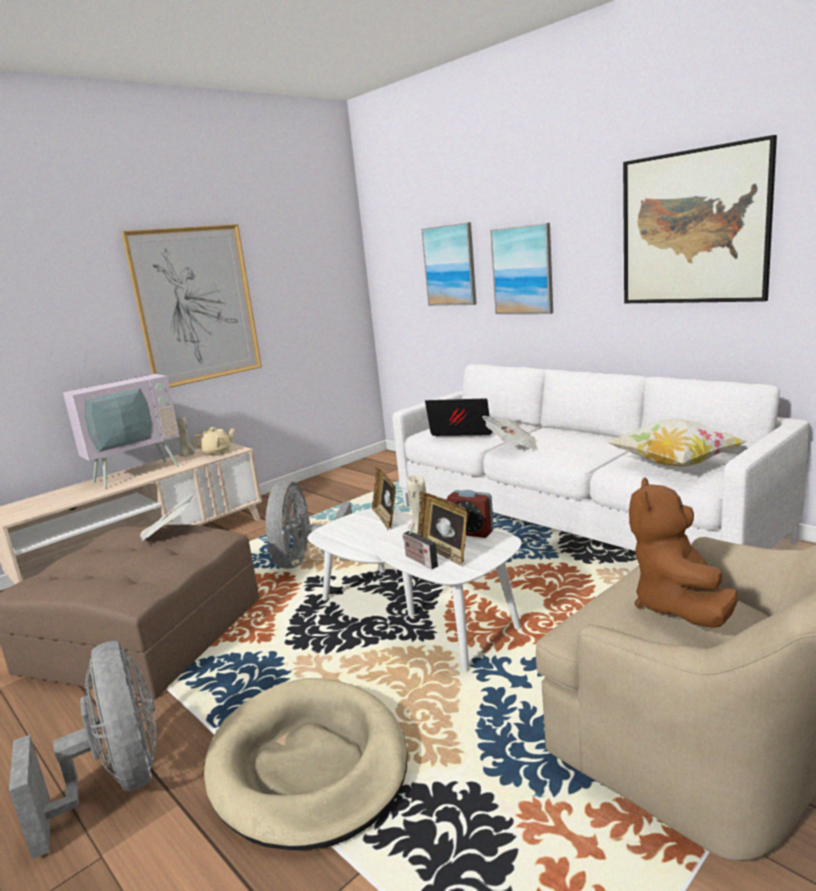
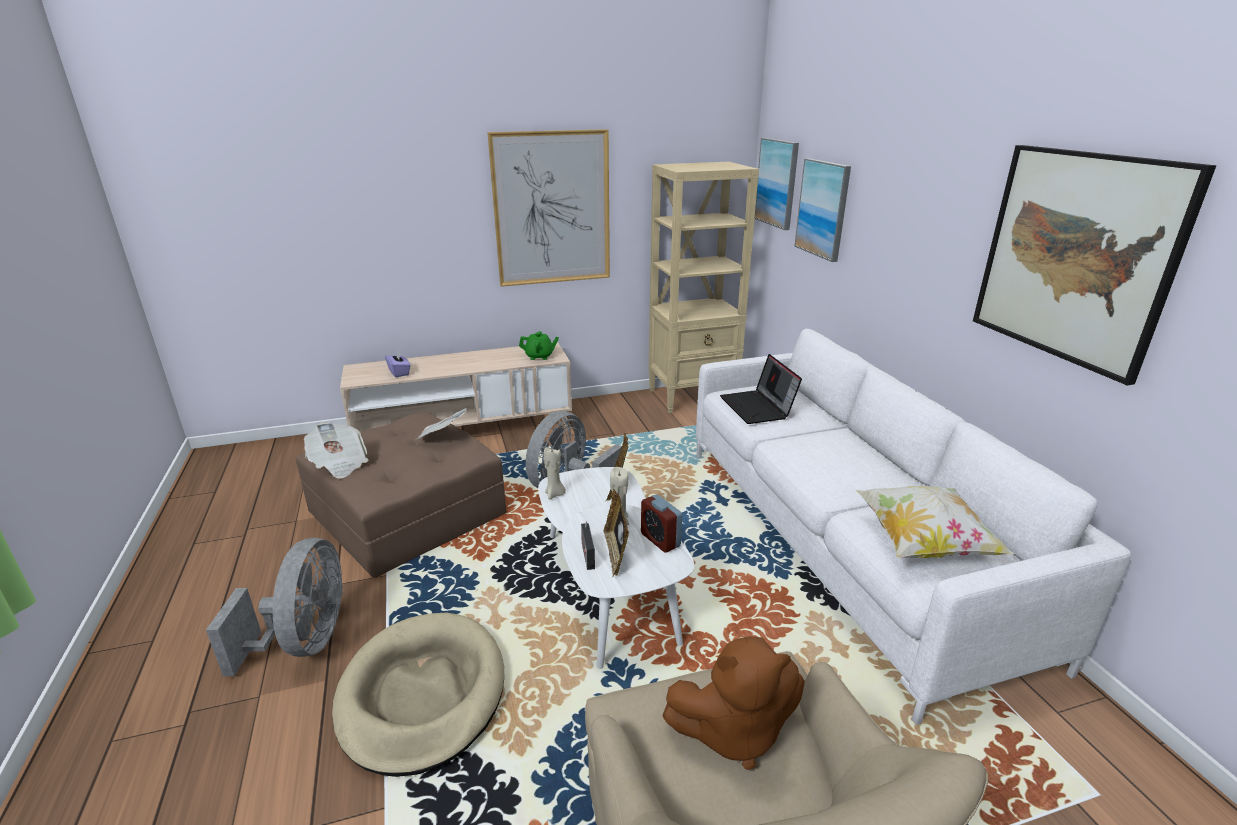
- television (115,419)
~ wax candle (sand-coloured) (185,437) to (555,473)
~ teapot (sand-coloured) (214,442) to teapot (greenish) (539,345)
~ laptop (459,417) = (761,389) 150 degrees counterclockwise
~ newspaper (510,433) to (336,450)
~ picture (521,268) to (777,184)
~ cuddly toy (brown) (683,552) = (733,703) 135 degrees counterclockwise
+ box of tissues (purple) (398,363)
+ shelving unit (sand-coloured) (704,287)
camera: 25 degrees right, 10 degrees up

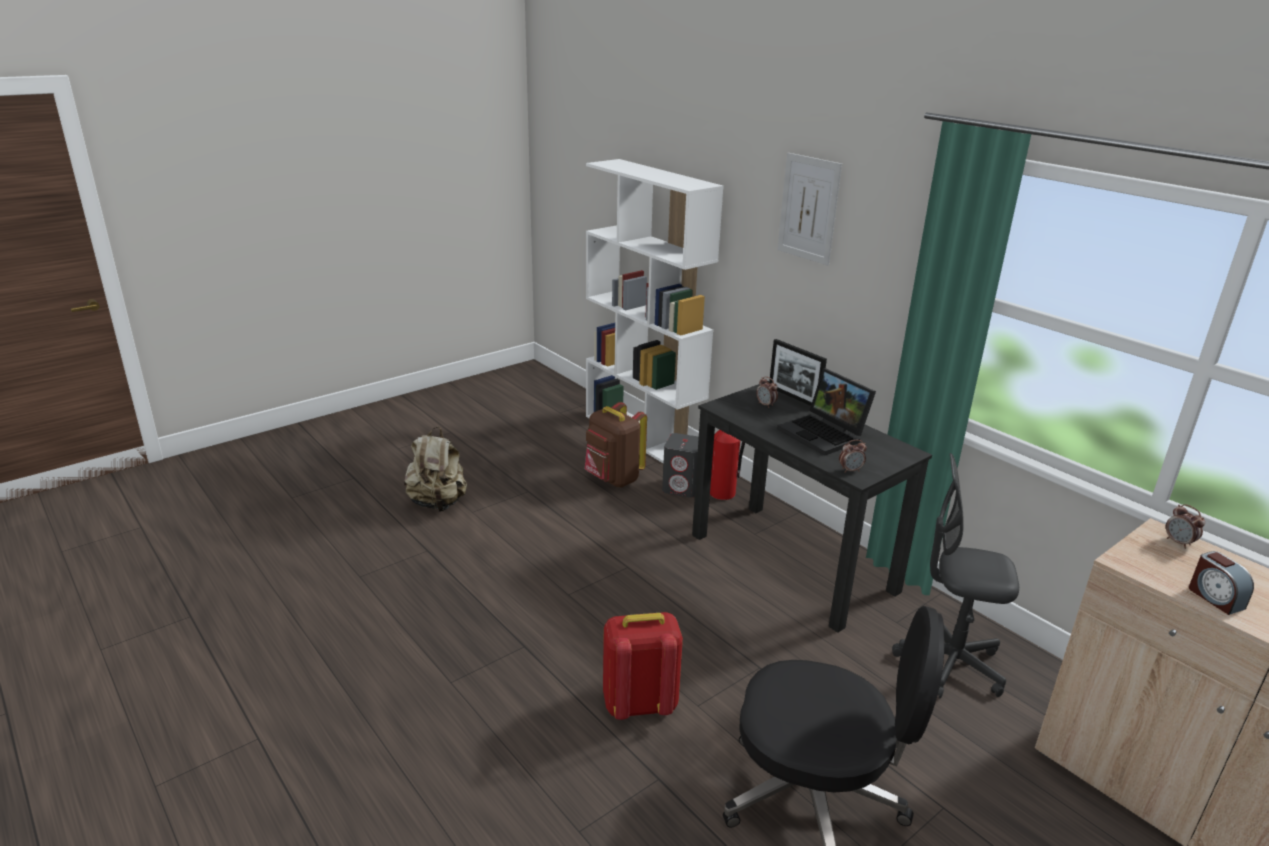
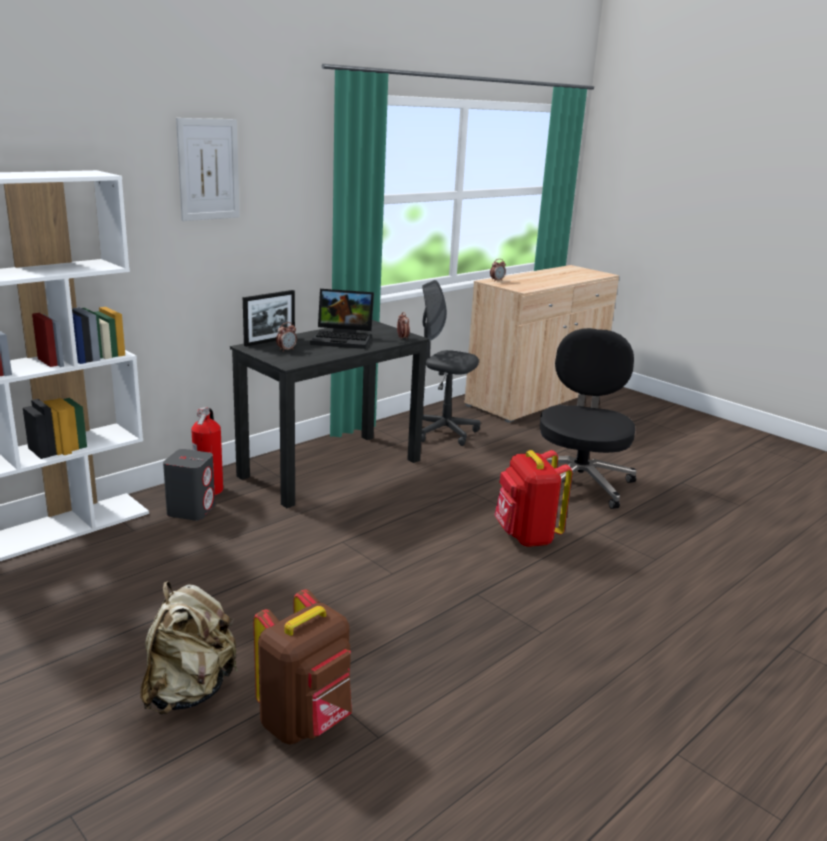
~ rucksack (brown) (616,444) to (302,667)
~ laptop (826,412) = (342,319) 45 degrees clockwise
~ office chair (gray) (955,576) = (451,363) 105 degrees clockwise
- alarm clock (1221,583)
camera: 95 degrees left, 5 degrees down

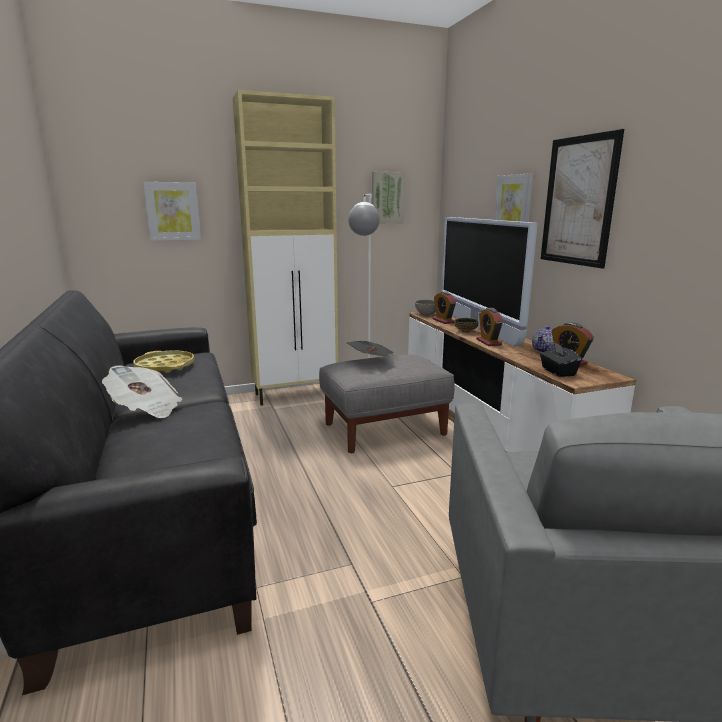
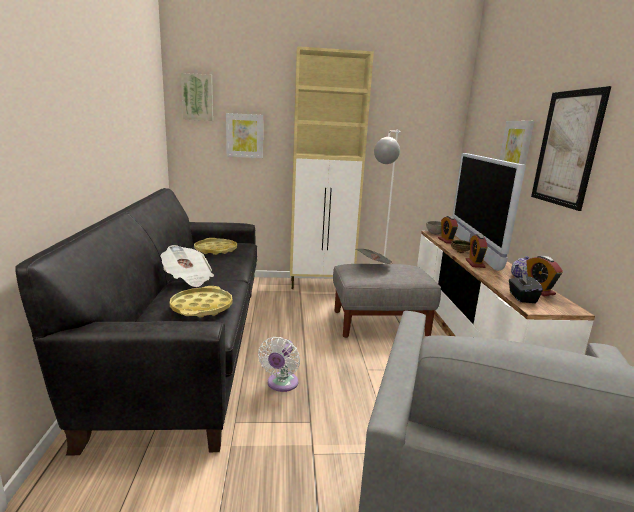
~ picture (388,198) to (197,97)
+ carrying tray (yellowish) (201,301)
+ cooling fan (whitish) (279,364)
camera: 15 degrees right, 0 degrees up

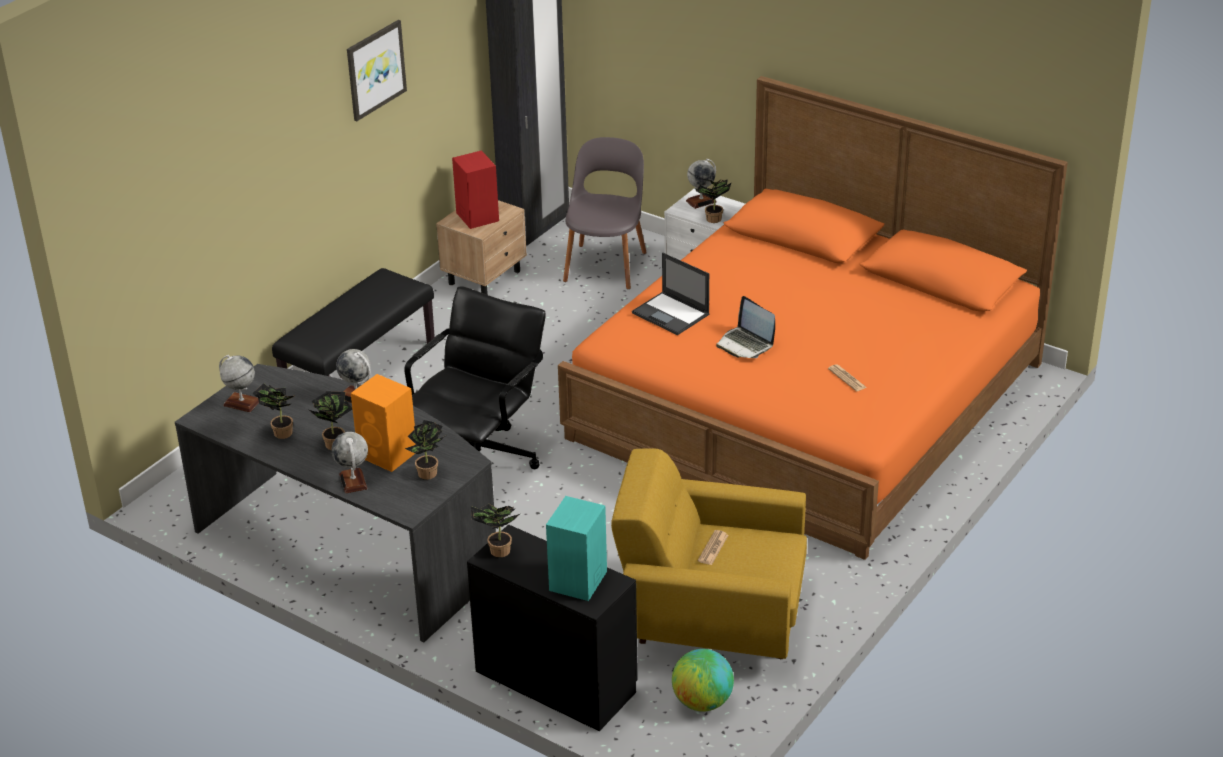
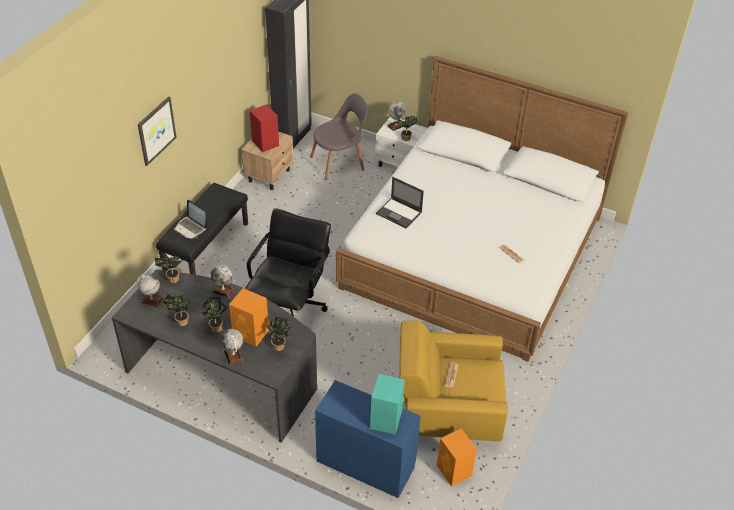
~ picture (377,70) to (157,131)
~ drawer chest (black) (552,627) to drawer chest (blue) (368,439)
~ plant in a pot (495,530) to (169,268)
~ sleeping bed (orange) (813,318) to sleeping bed (whitish) (482,209)
~ plain chair (gray) (605,213) = (339,137) 60 degrees clockwise
~ desk globe (703,680) to speaker (orange) (457,457)
~ laptop (745,327) to (190,219)
camera: 10 degrees left, 10 degrees up

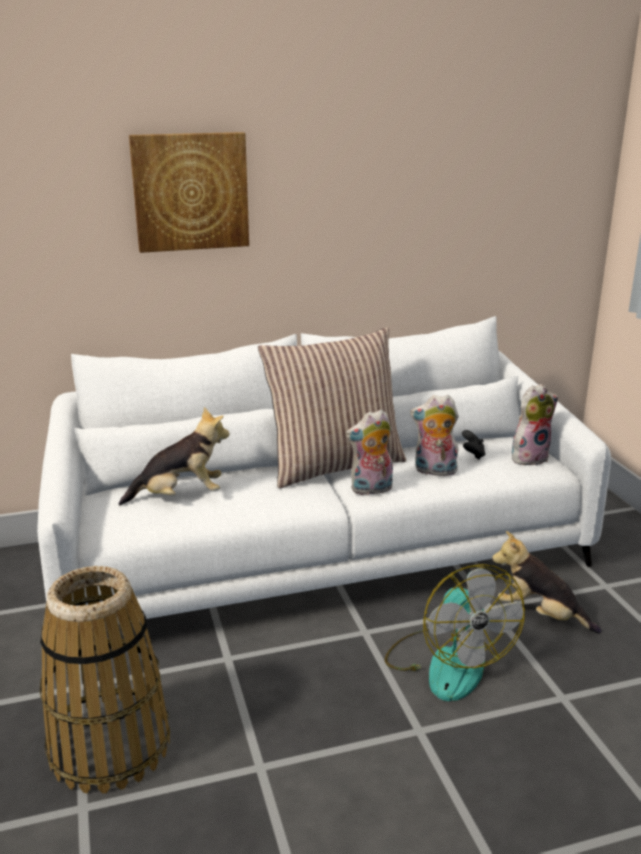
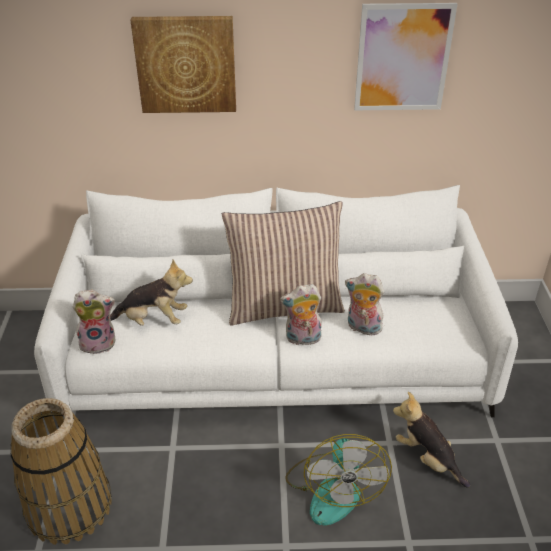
- game controller (black) (473,445)
~ cuddly toy (535,424) to (94,322)
+ picture (405,56)
camera: 15 degrees right, 15 degrees up

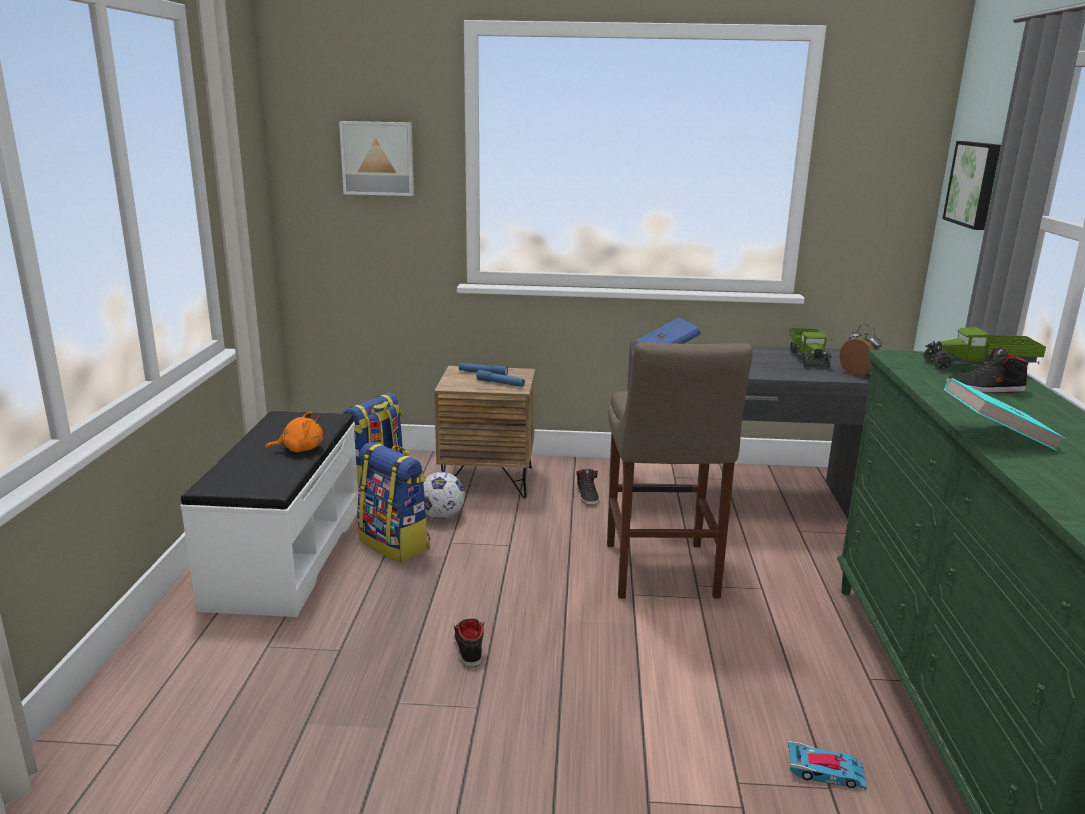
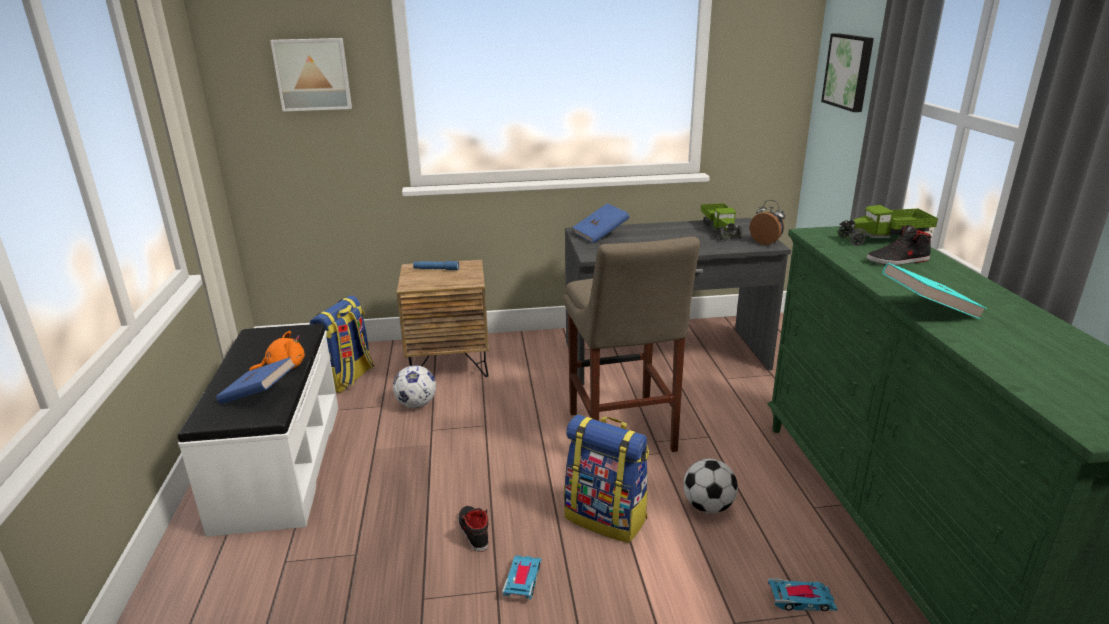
~ rucksack (393,502) to (606,478)
- hand torch (blue) (500,378)
- shoe (black) (587,487)
+ bound book (blue) (256,380)
+ miniature car (522,577)
+ football ball (710,486)
camera: 10 degrees left, 5 degrees up

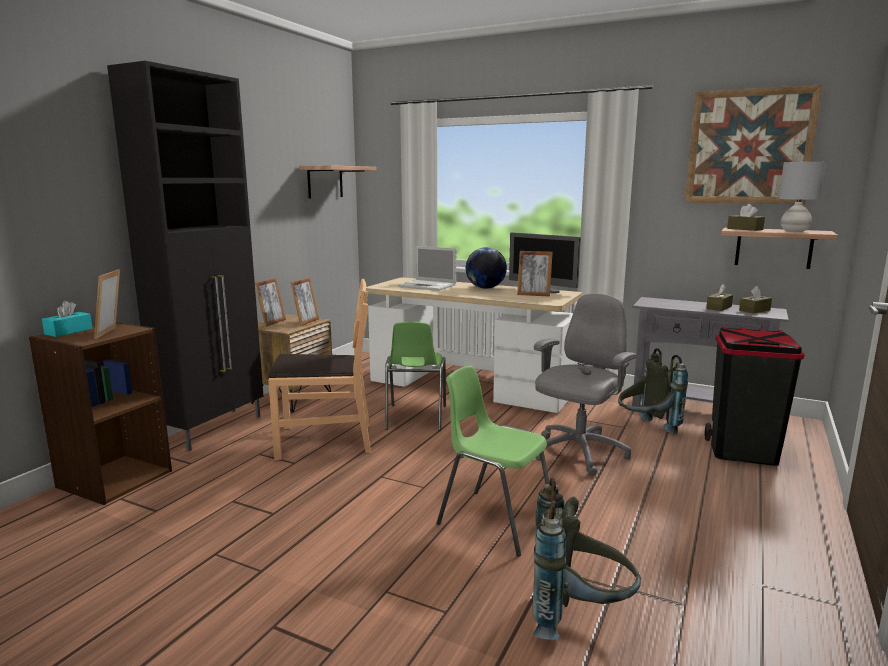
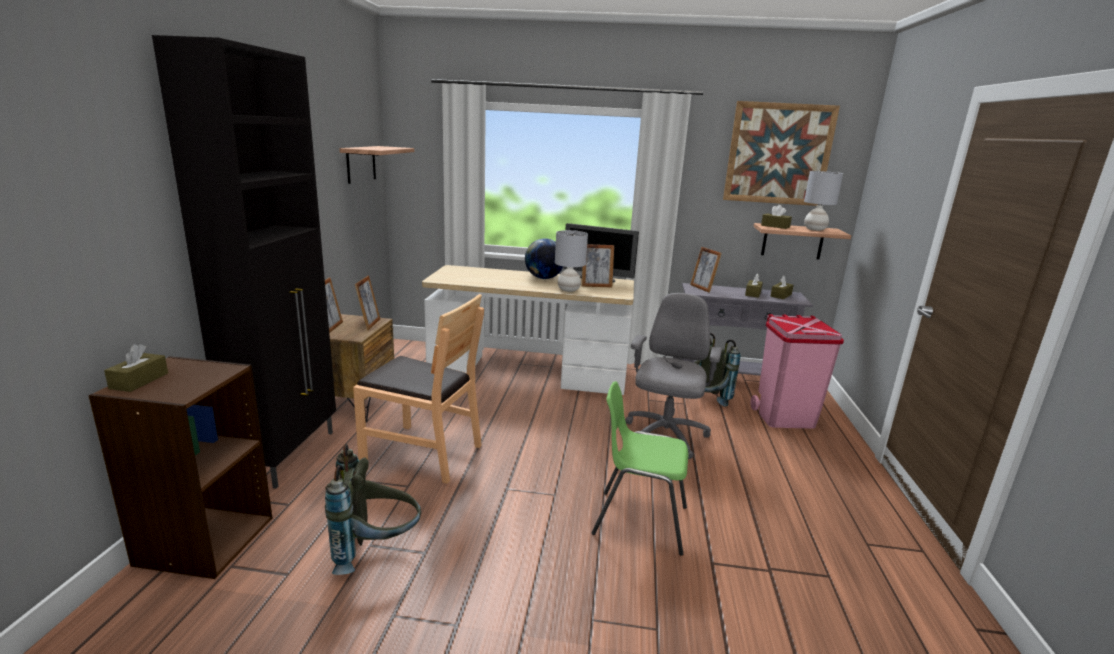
~ box of tissues (blue-green) (67,319) to box of tissues (brown) (136,368)
~ picture frame (107,304) to (706,270)
~ plain chair (brown) (319,369) = (418,389) 45 degrees clockwise
- plain chair (greenish) (415,376)
- laptop (427,268)
~ rucksack (gray) (587,558) to (373,509)
~ trash can (black) (755,396) to trash can (pink) (797,371)
+ table lamp (gray) (571,261)
camera: 20 degrees left, 5 degrees up

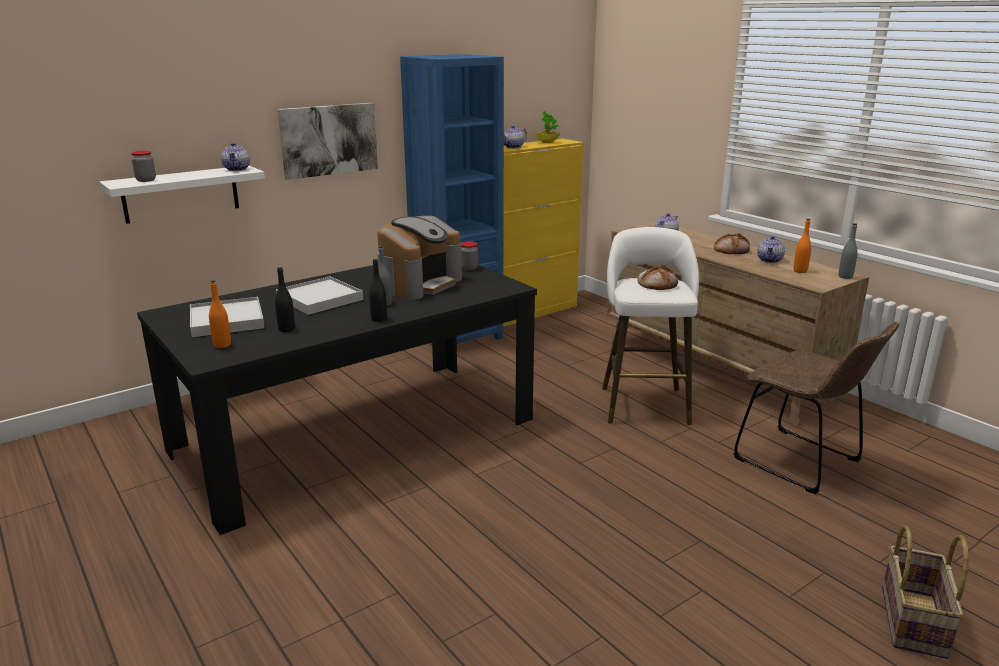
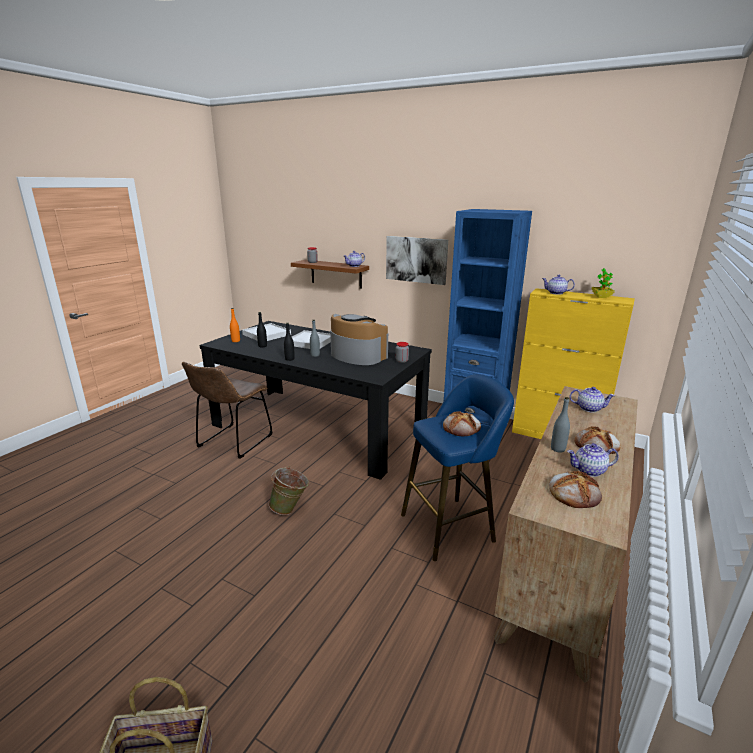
~ shelf (whitish) (182,195) to shelf (brown) (330,274)
~ coffee machine (419,258) = (359,339) 150 degrees counterclockwise
~ sitting stool (whitish) (650,326) to sitting stool (blue) (457,467)
~ plain chair (brown) (816,408) to (227,410)
~ drink bottle (orange) (802,246) to bakery bread (575,489)
~ drink bottle (gray) (848,251) to (560,425)
+ water bucket (greenish) (289,490)
camera: 65 degrees right, 0 degrees up

